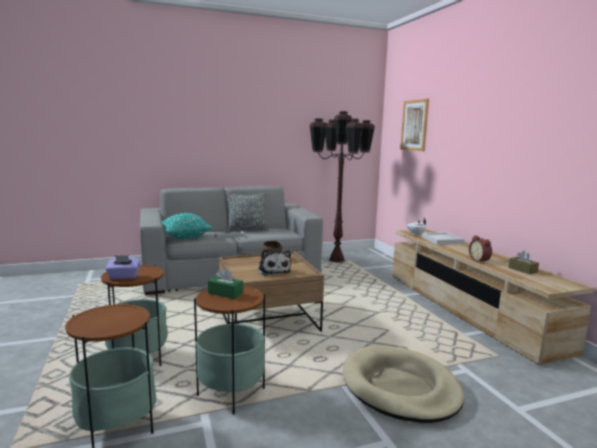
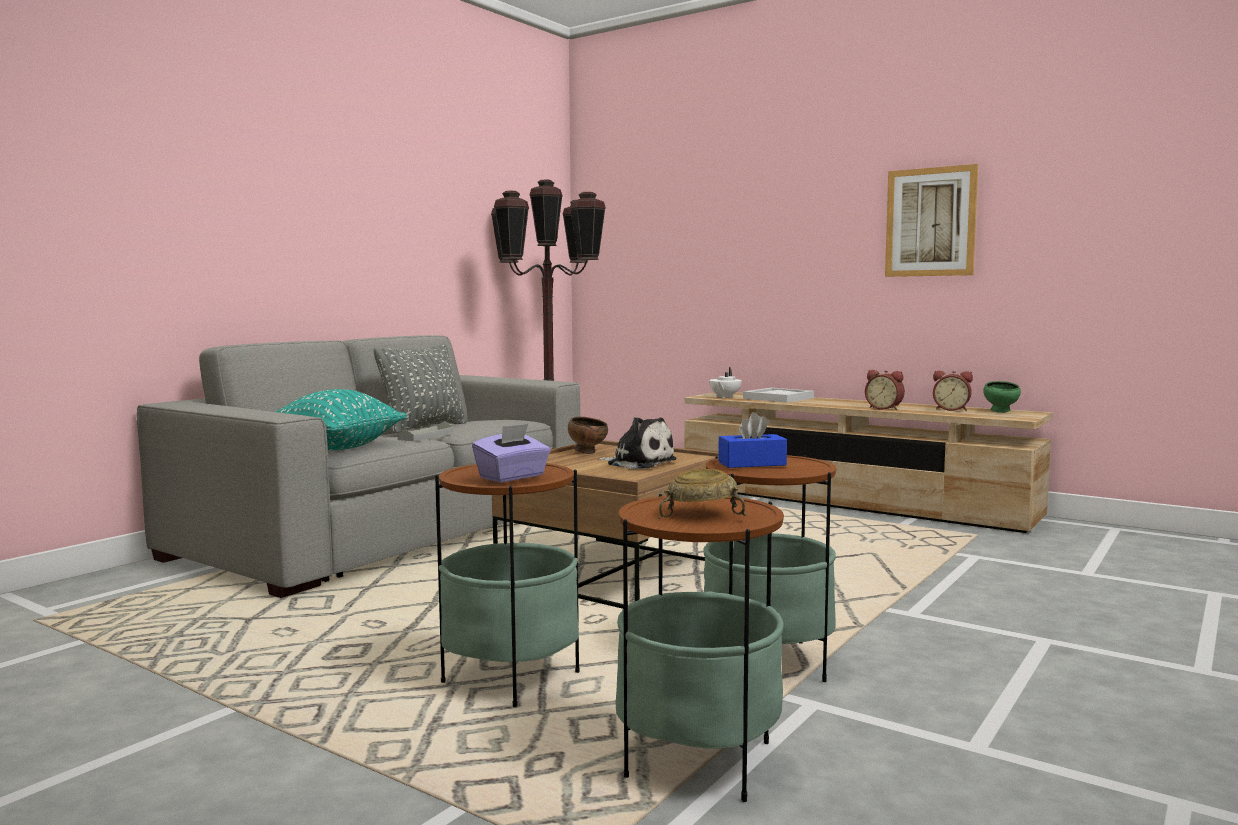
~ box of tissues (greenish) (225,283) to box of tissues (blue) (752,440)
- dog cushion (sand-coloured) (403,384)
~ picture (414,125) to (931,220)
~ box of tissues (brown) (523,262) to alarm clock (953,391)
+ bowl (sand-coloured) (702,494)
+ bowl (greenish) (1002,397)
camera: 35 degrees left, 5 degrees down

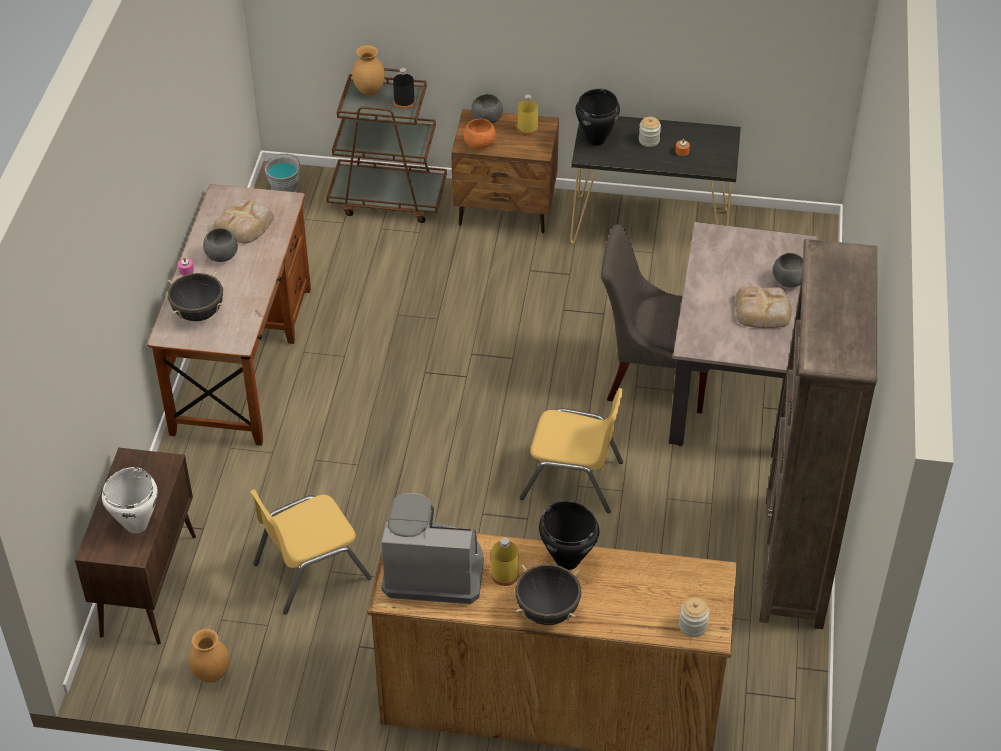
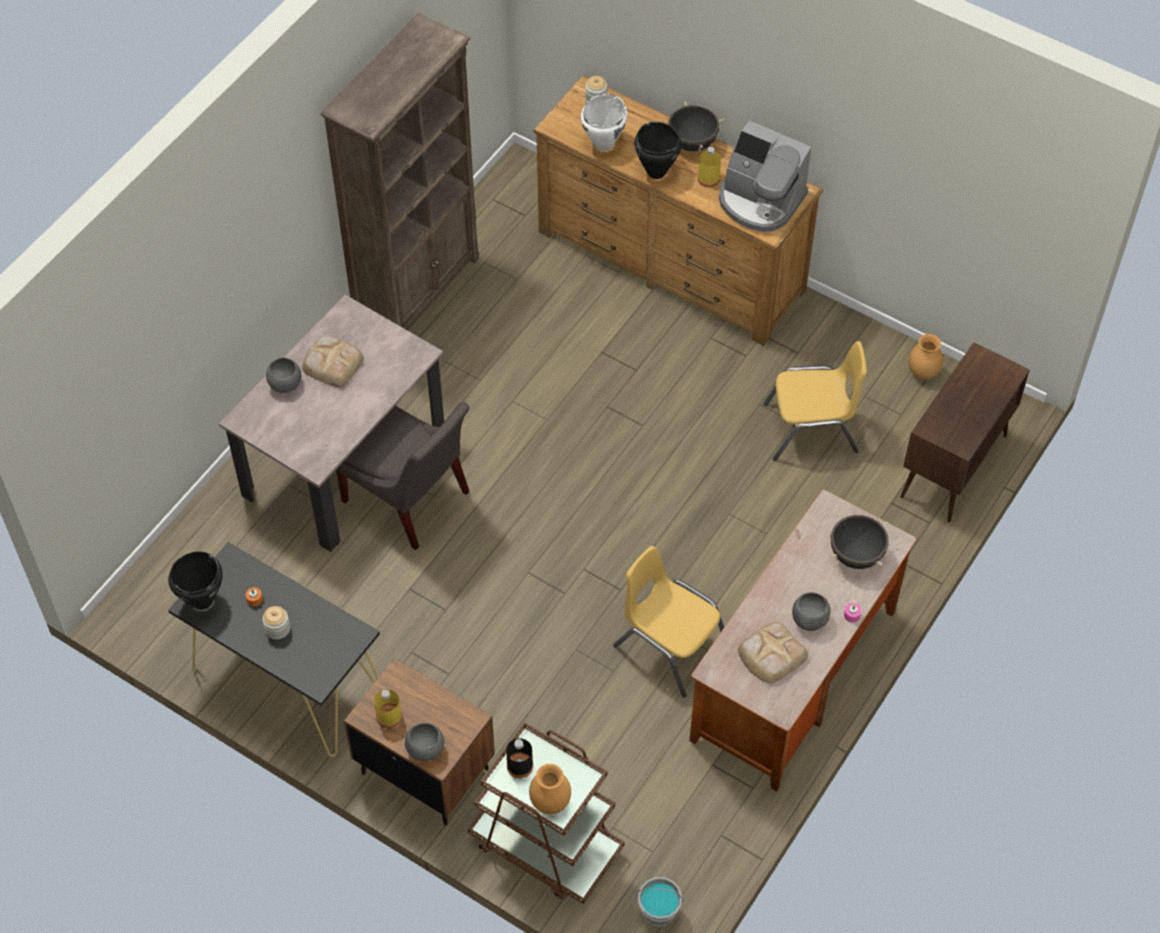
~ stockpot (whitish) (130,500) to (604,122)
- bowl (orange) (480,134)
~ plain chair (yellowish) (572,450) to (668,622)
~ stockpot (black) (597,117) to (195,580)
camera: 155 degrees left, 10 degrees up

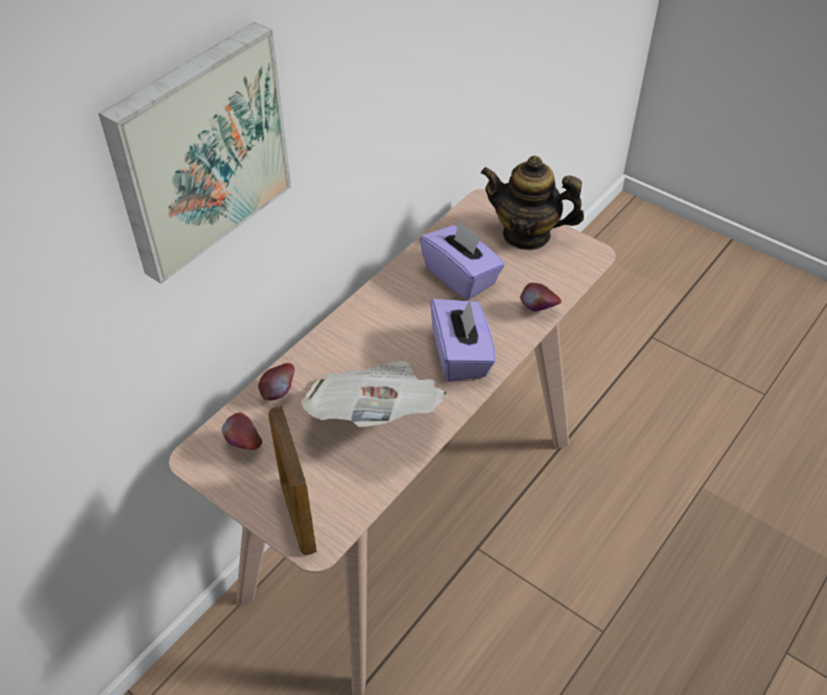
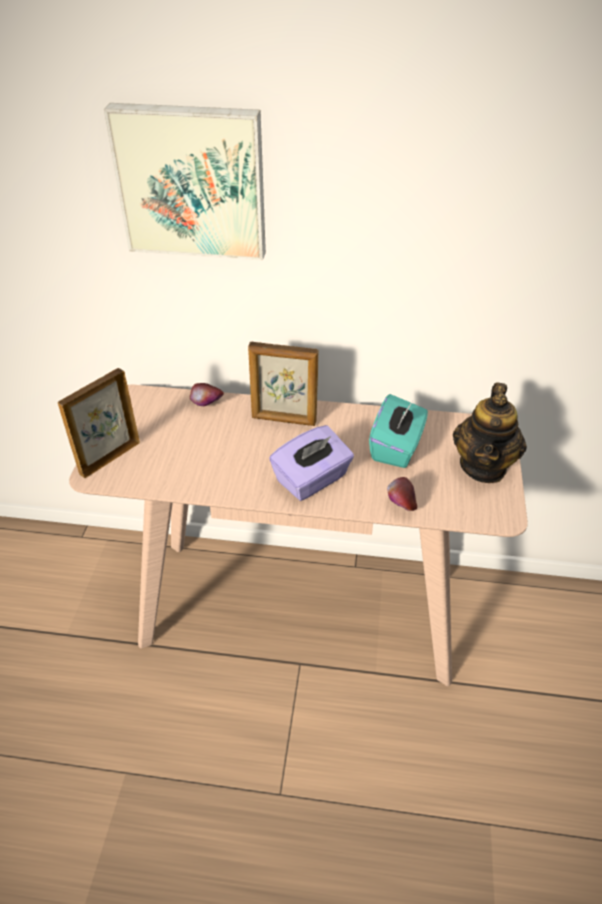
- apple fruit (242,431)
- newspaper (374,393)
~ box of tissues (purple) (462,260) to box of tissues (blue-green) (398,431)
~ teapot (532,203) = (490,432) 150 degrees counterclockwise
+ picture frame (283,383)
camera: 60 degrees right, 5 degrees down

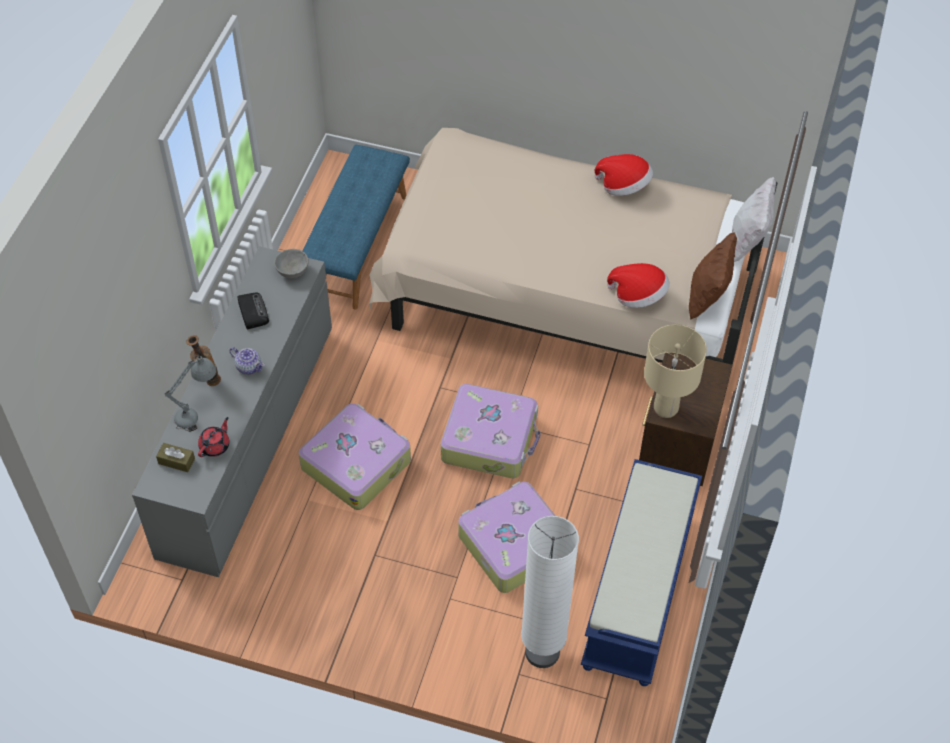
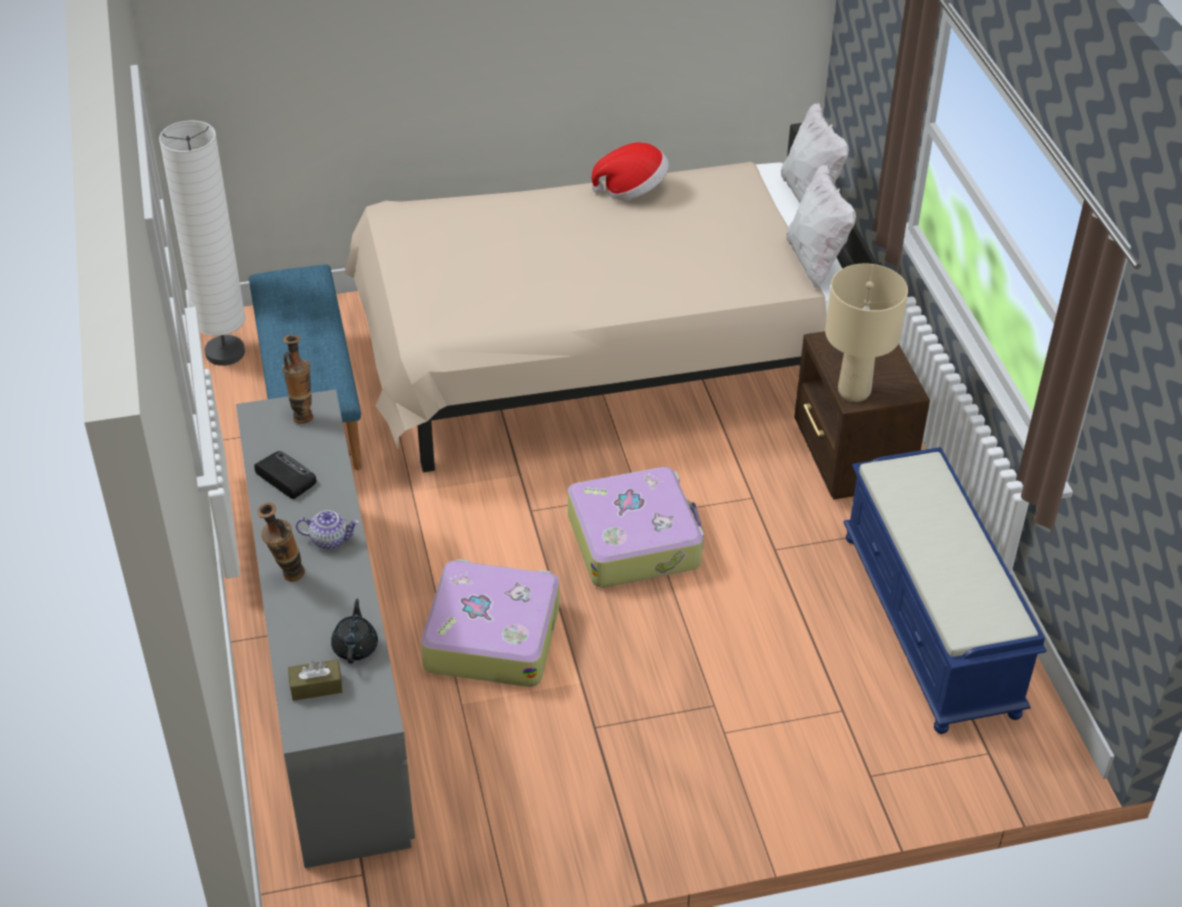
- table lamp (gray) (190,393)
~ teapot (reddish) (214,437) to teapot (black) (354,631)
~ bowl (gray) (291,263) to flower vase (297,379)
- suitcase (507,537)
~ standard lamp (whitish) (550,592) to (202,243)
- wearable hat (638,285)
~ cushion (brown) (713,276) to cushion (whitish) (821,226)
camera: 30 degrees left, 10 degrees down

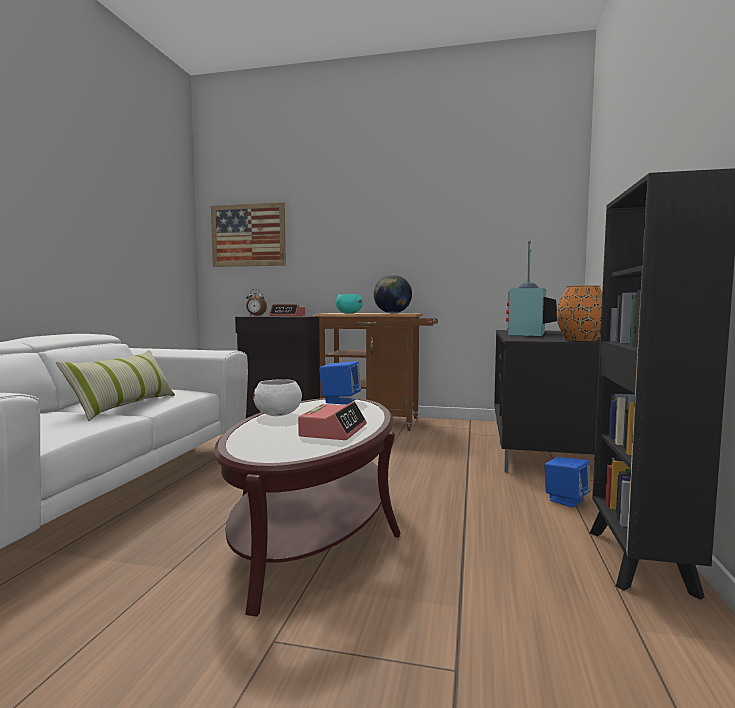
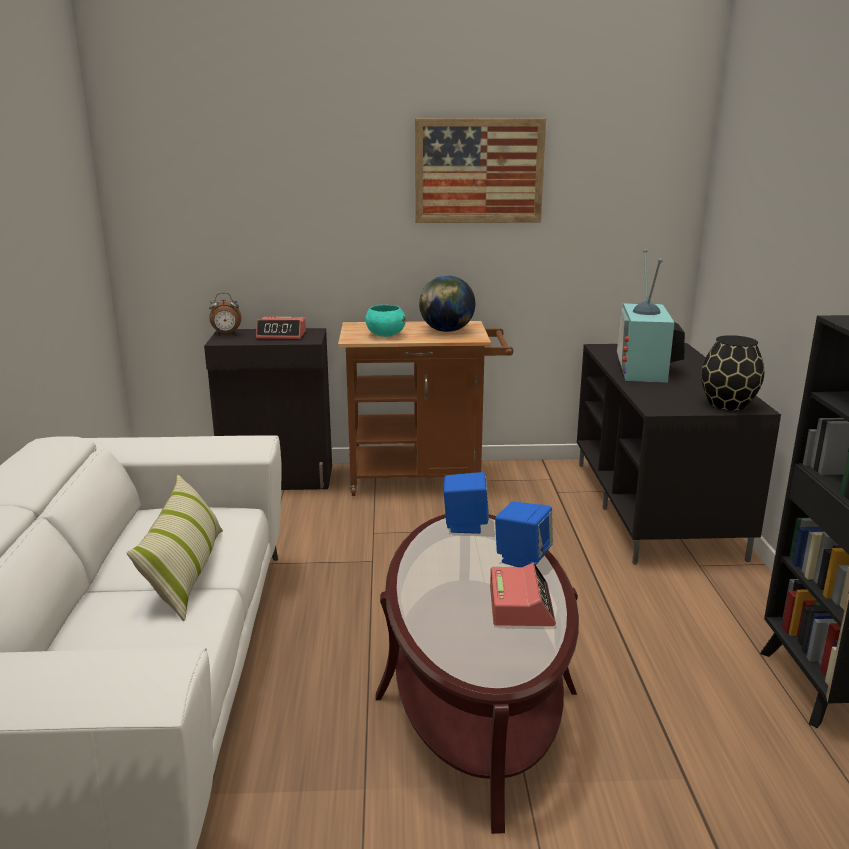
~ picture (248,234) to (480,170)
- bowl (whitish) (277,397)
~ speaker (blue) (567,482) to (524,534)
~ flower vase (orange) (579,313) to flower vase (black) (732,373)
camera: 15 degrees left, 15 degrees up

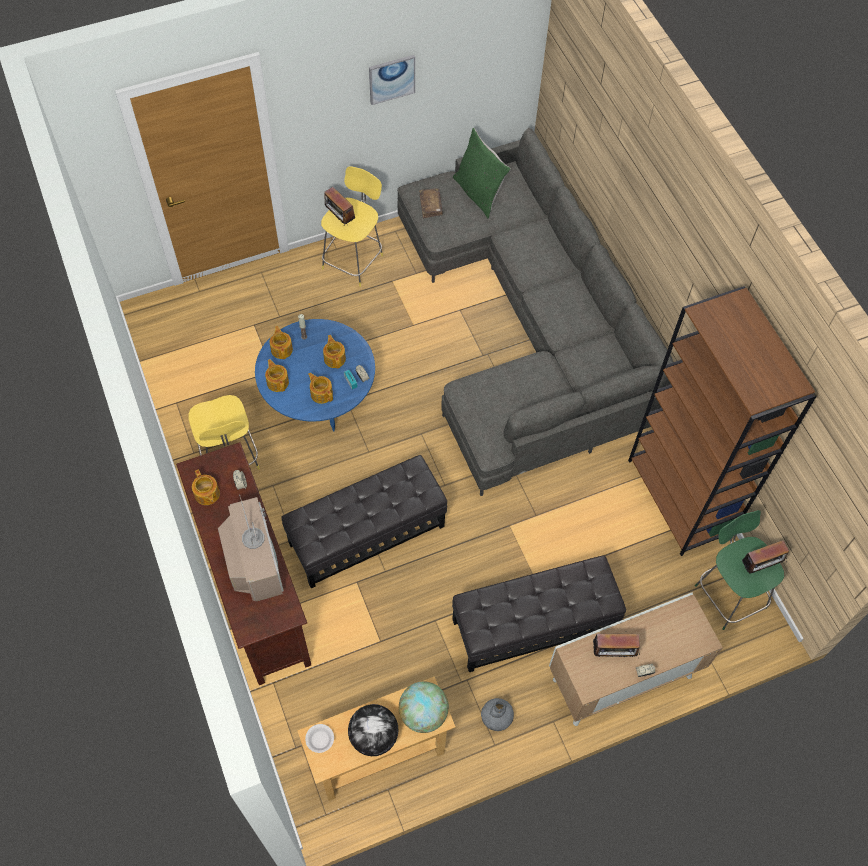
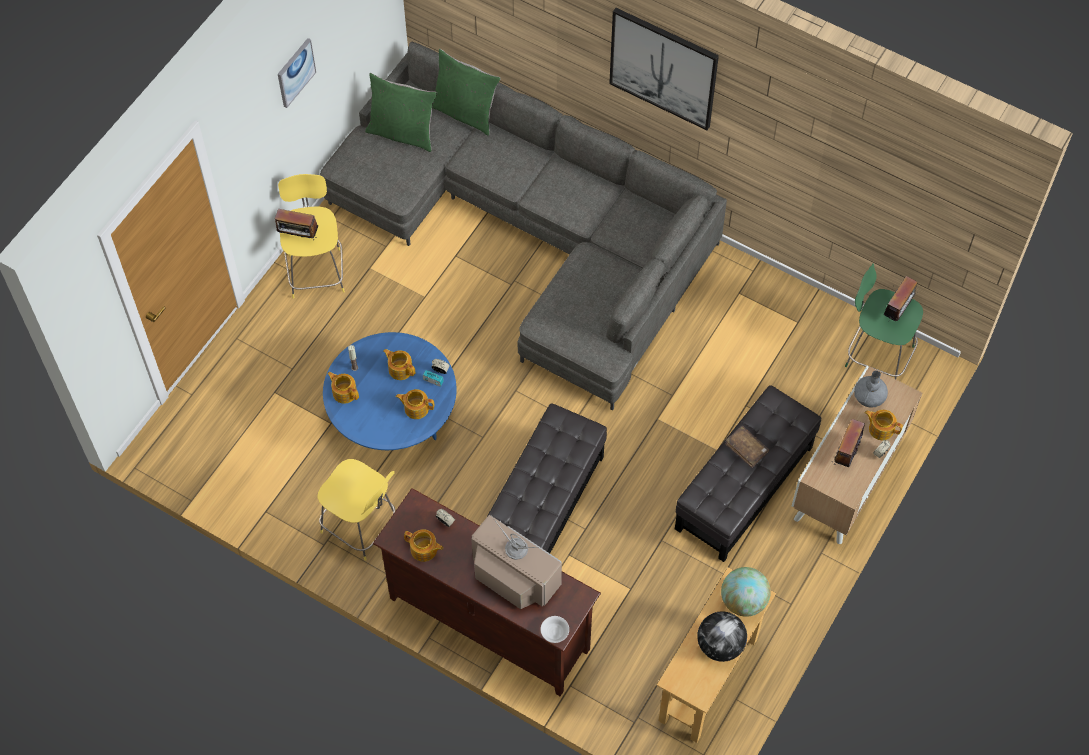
~ teapot (277,375) to (884,425)
~ bowl (whitish) (319,738) to (555,629)
~ bound book (brown) (431,203) to (747,447)
~ flower vase (gray) (497,714) to (871,389)
~ radio set (616,648) = (849,443) 150 degrees clockwise
- shelving unit (brown) (722,421)
+ cushion (greenish) (466,92)
+ picture (664,69)
camera: 35 degrees left, 0 degrees up

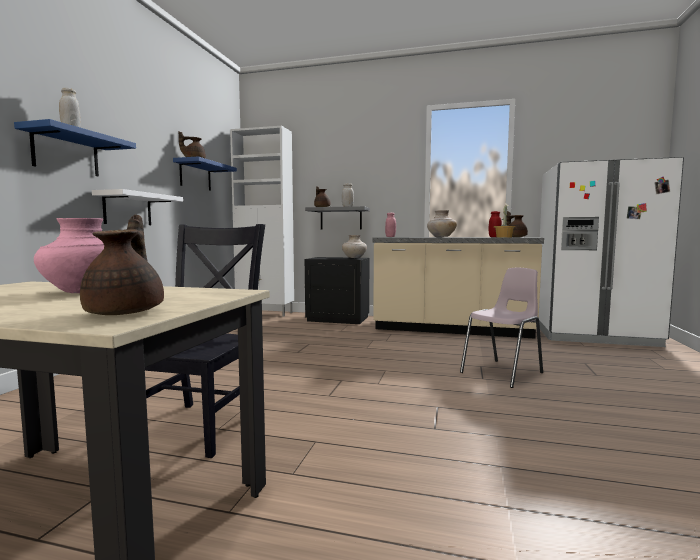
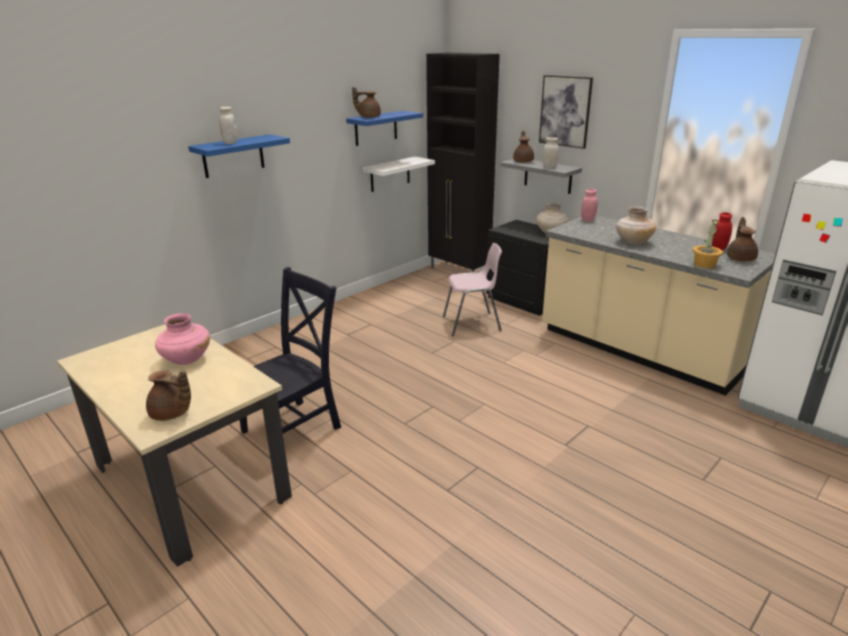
~ teapot (brown) (122,265) = (168,395) 90 degrees clockwise
~ shelf (whitish) (137,207) to (399,174)
~ storage cabinet (whitish) (262,221) to storage cabinet (black) (463,162)
~ plain chair (pink) (501,328) to (472,289)
+ picture (566,112)
camera: 30 degrees right, 20 degrees up

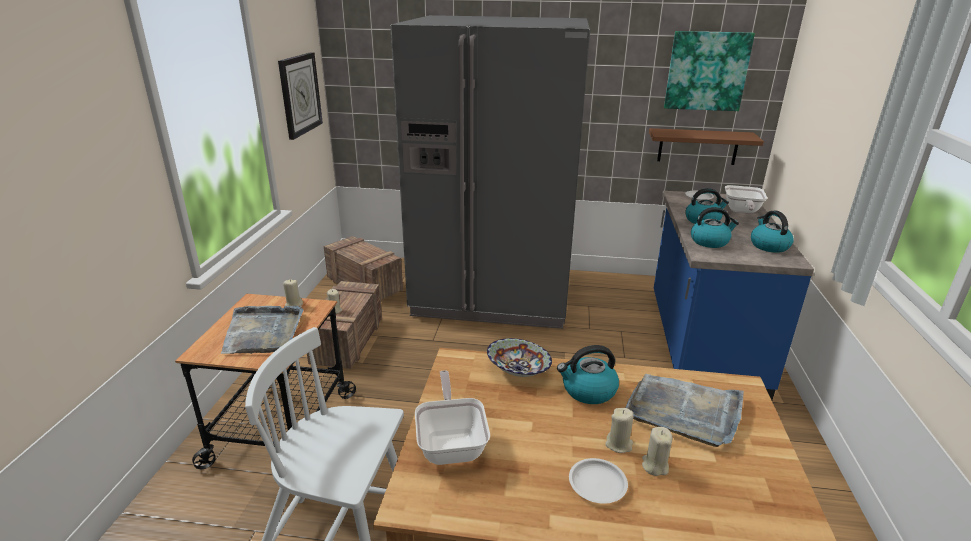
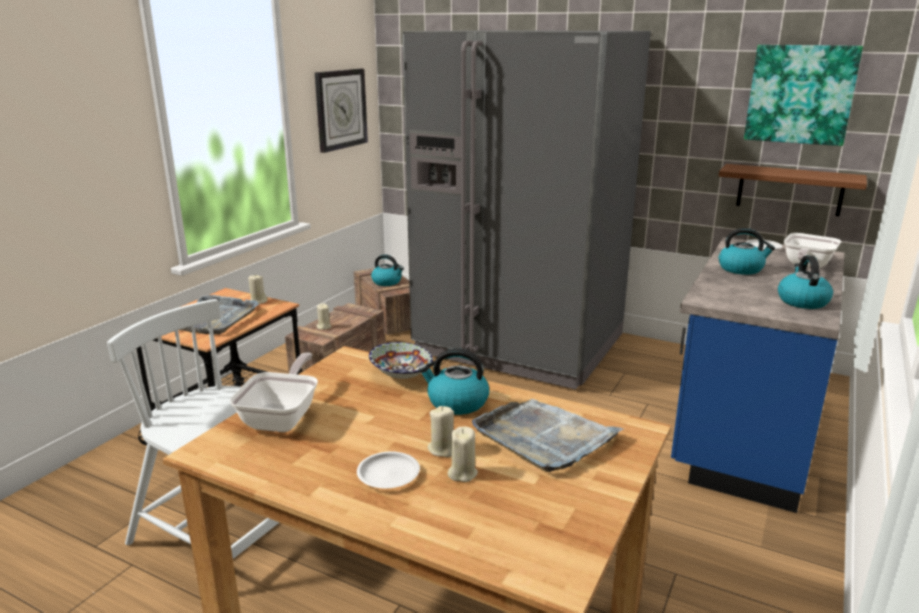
~ water kettle (715,227) to (387,270)
camera: 20 degrees right, 5 degrees down

